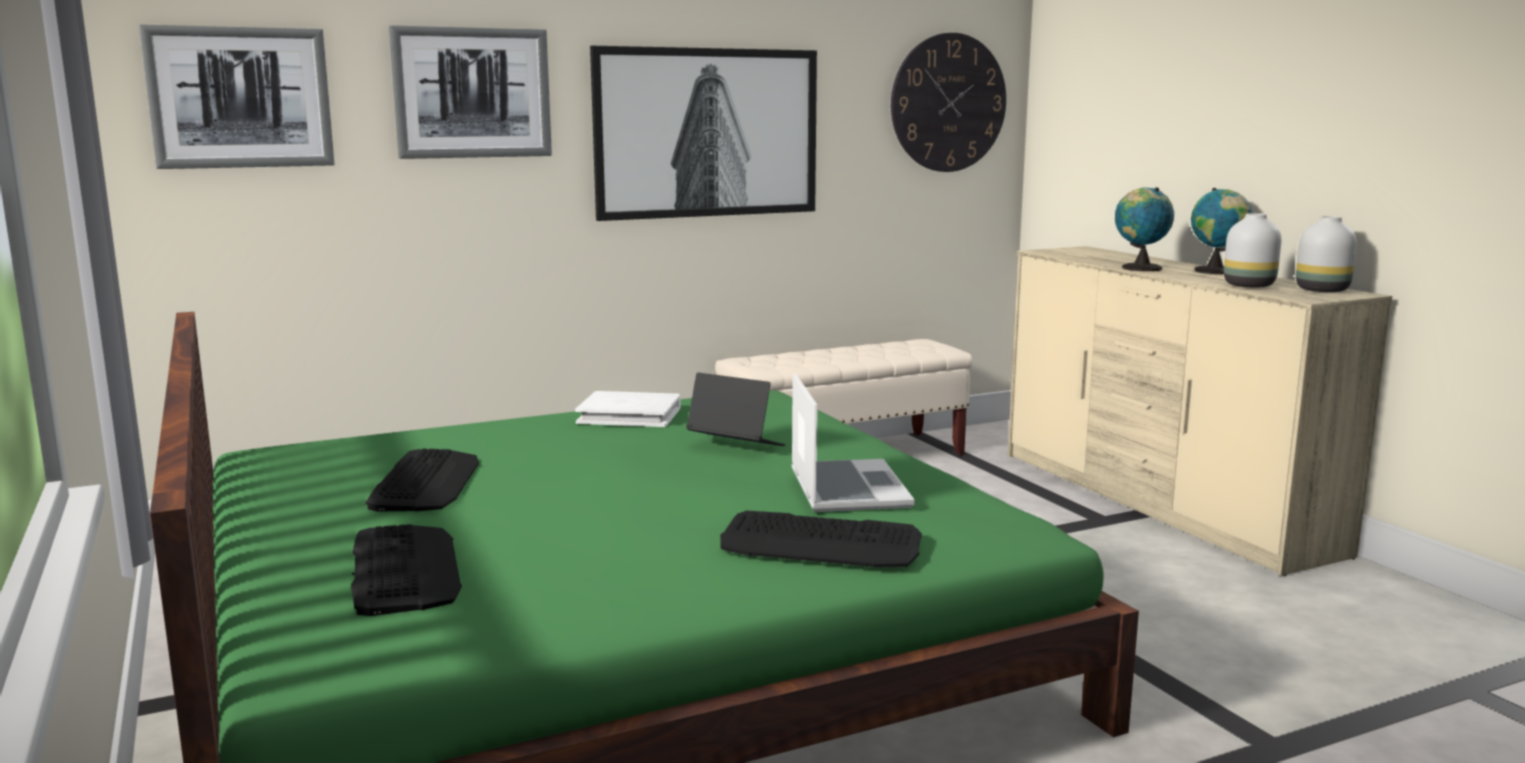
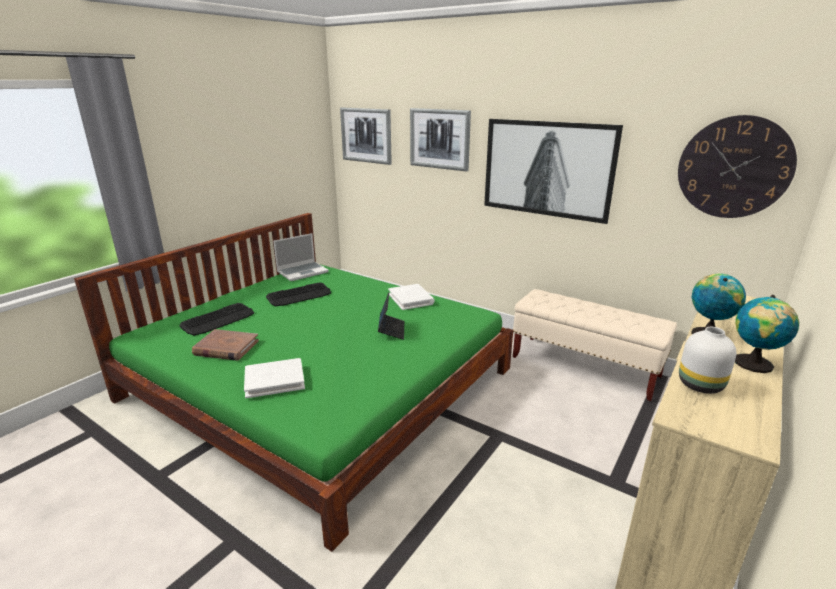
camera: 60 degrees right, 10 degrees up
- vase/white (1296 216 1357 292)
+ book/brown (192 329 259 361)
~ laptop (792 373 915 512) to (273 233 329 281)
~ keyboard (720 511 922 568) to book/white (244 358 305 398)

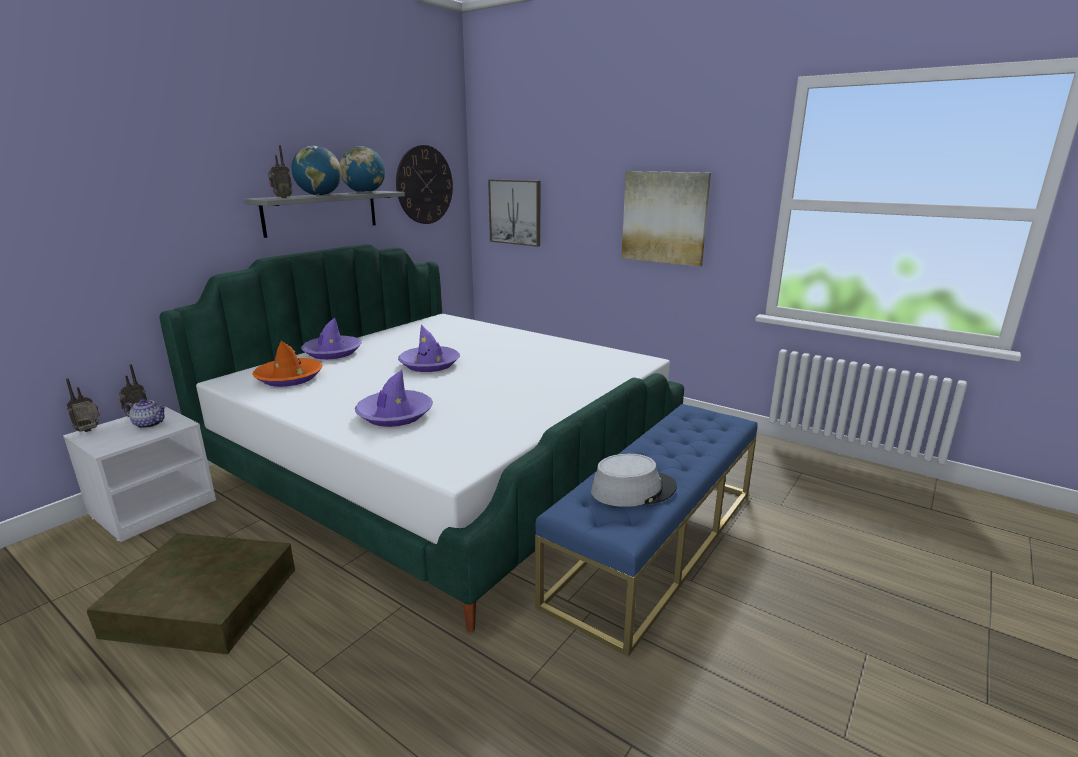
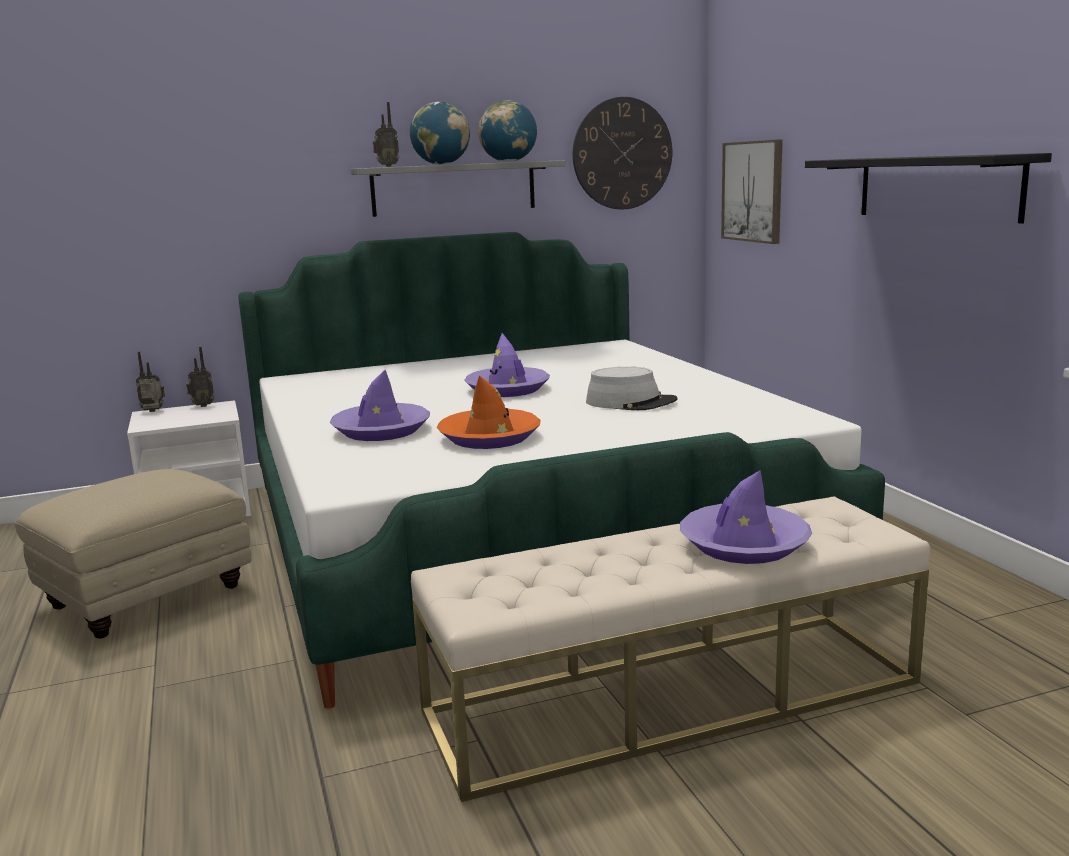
camera: 35 degrees right, 5 degrees down
- teapot (124 399 166 429)
~ hat/orange (252 341 323 387) to (437 375 541 449)
~ hat/purple (301 317 362 359) to (680 470 812 564)
~ hat/grey (591 454 677 507) to (586 367 678 410)
~ storage box/brown (87 533 295 654) to ottoman/beige (15 469 251 639)
~ picture (621 171 711 267) to shelf/black (805 153 1052 224)
~ bench/blue (535 404 758 657) to bench/beige (411 496 930 802)

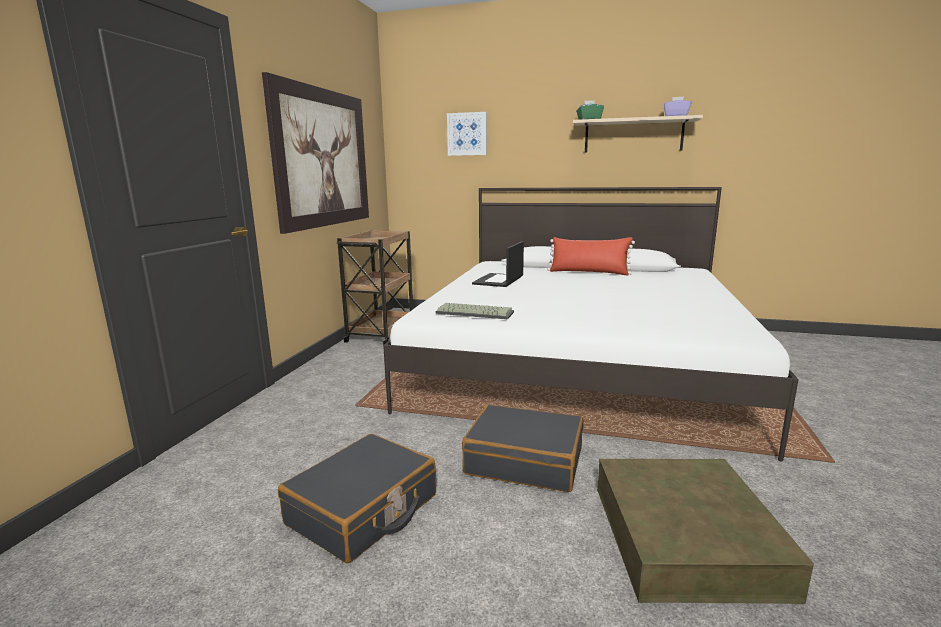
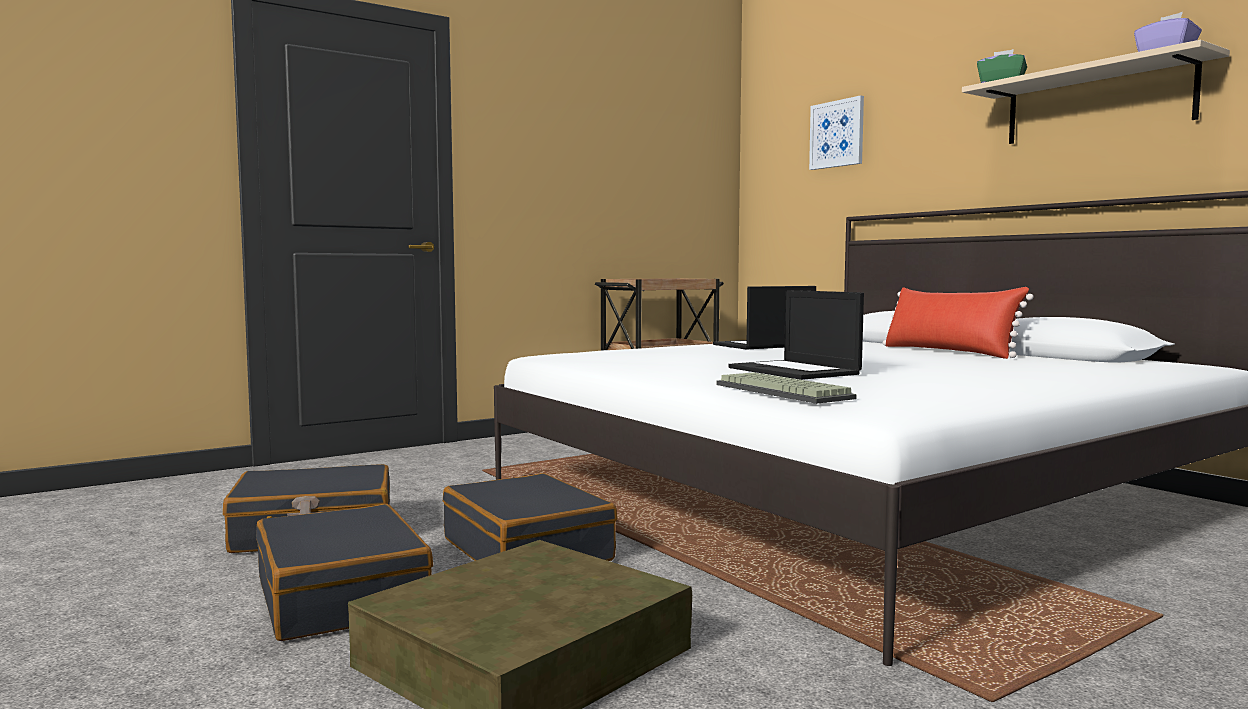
camera: 40 degrees right, 10 degrees down
- picture (262 72 369 234)
+ suitcase/black (256 504 433 641)
+ laptop (728 290 864 380)
~ keyboard (435 303 514 319) to (716 372 857 404)

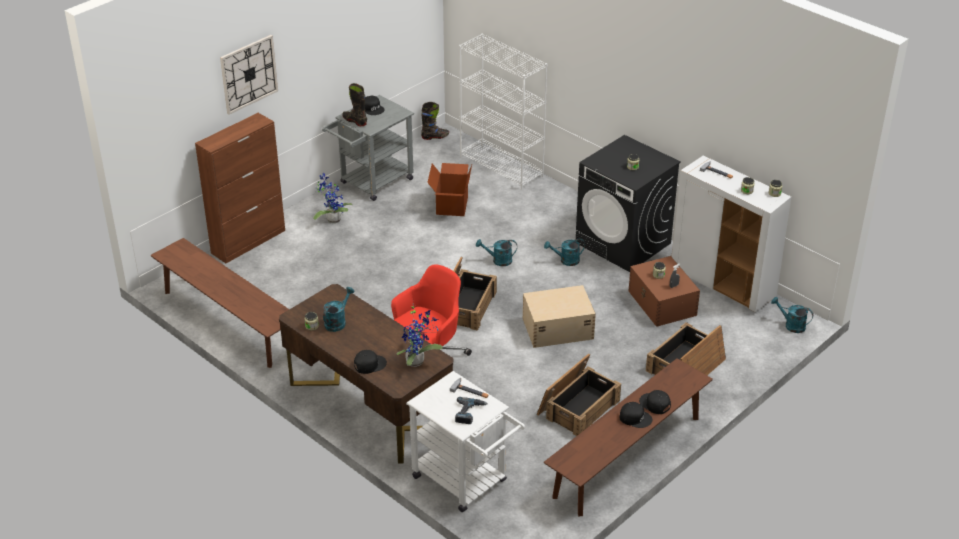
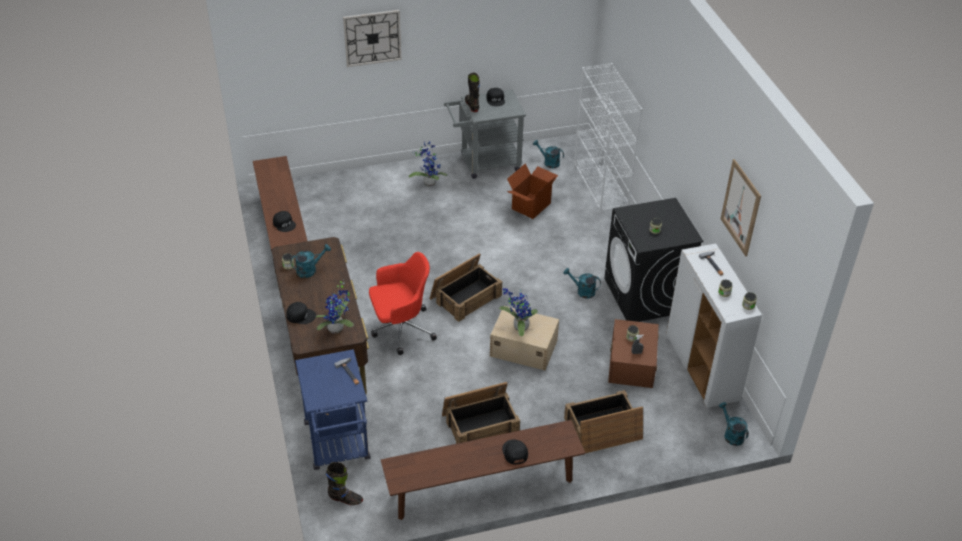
camera: 30 degrees right, 5 degrees up
- cabinet/brown (195 113 285 263)
- power drill (455 397 488 424)
+ potted plant (499 288 538 336)
+ picture (721 159 761 257)
~ boot/black (421 102 449 140) to (326 462 363 505)
~ watering can/turquoise (476 239 517 266) to (533 140 564 168)
~ cap/black (620 402 652 428) to (273 211 296 232)
~ cart/white (406 371 525 512) to cart/blue (295 349 371 470)

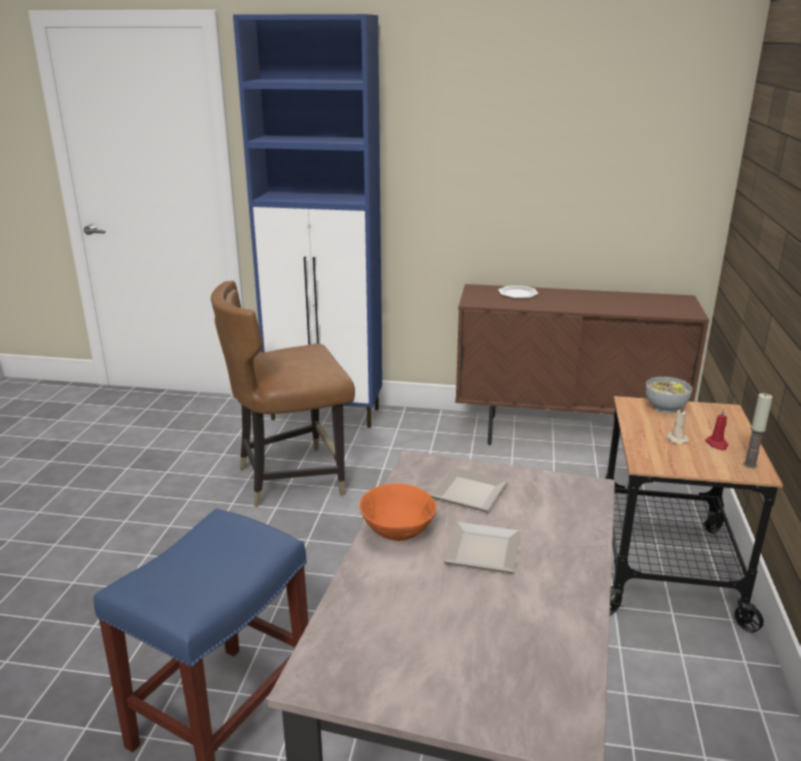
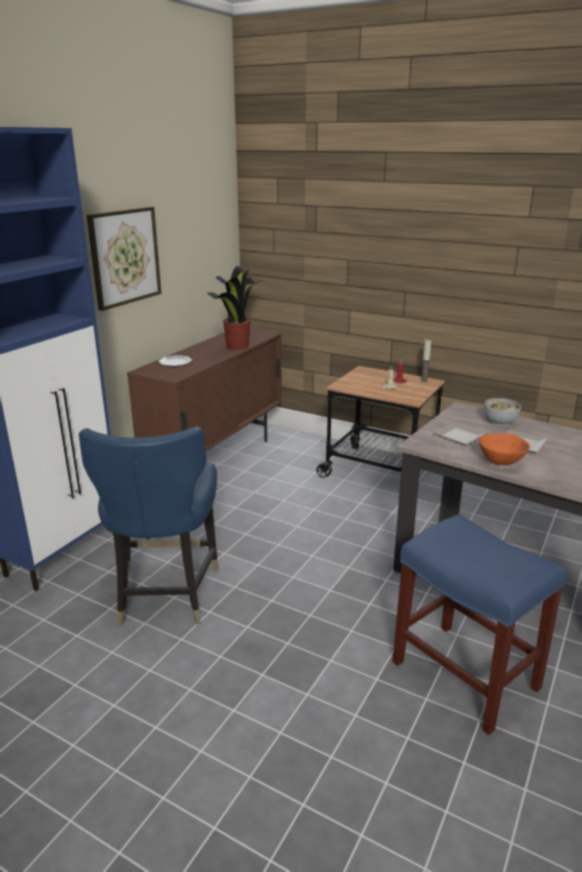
camera: 70 degrees left, 0 degrees up
+ picture (87 207 161 311)
+ potted plant (207 266 262 350)
~ bowl (646 377 692 413) to (484 398 521 426)
~ chair/brown (211 281 355 507) to chair/blue (79 426 218 626)

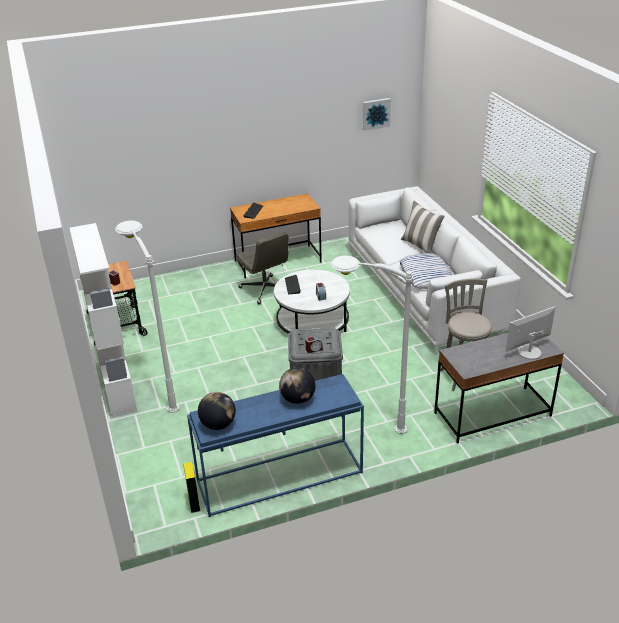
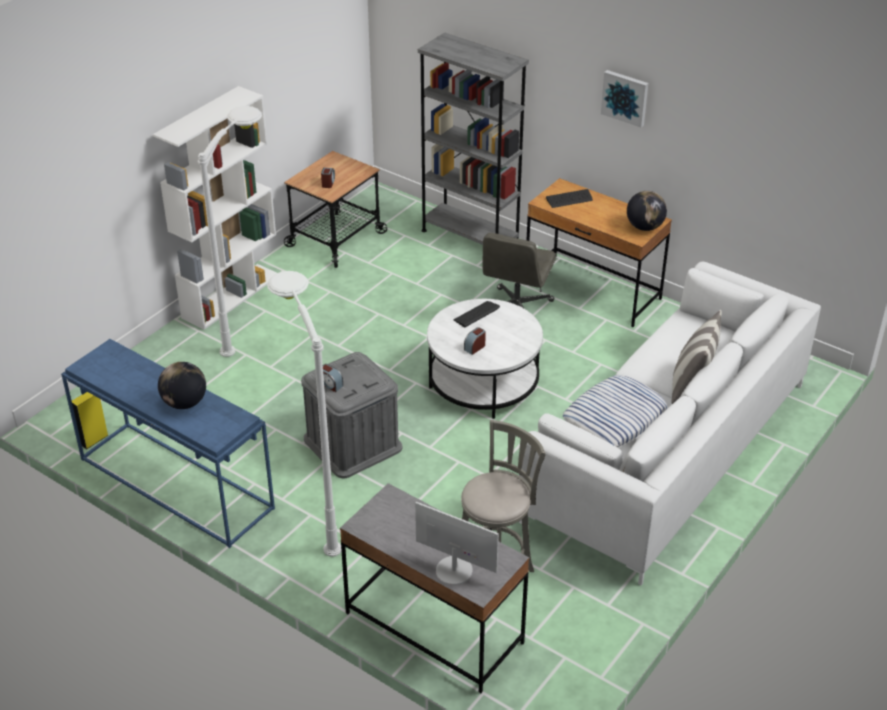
camera: 55 degrees right, 5 degrees up
+ bookcase/grey (418 33 529 245)
~ globe (198 392 236 430) to (627 191 667 231)
~ picture (363 98 391 131) to (601 70 648 127)

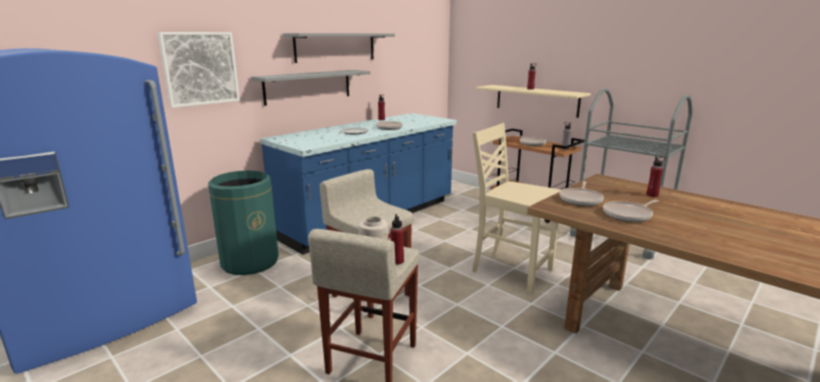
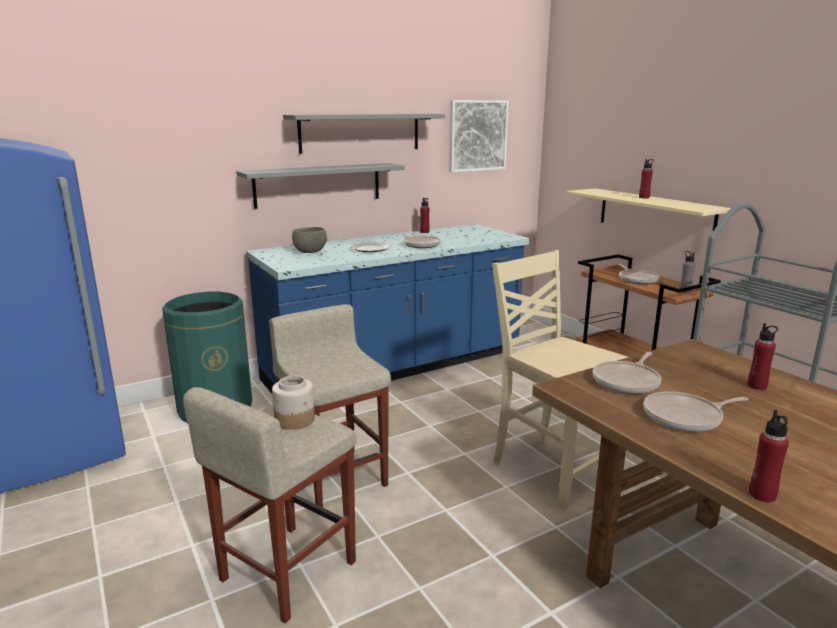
camera: 15 degrees right, 0 degrees up
+ bowl/grey (292 227 327 253)
~ picture (158 32 240 108) to (449 100 509 173)
~ bottle/red (390 214 404 264) to (749 410 789 502)

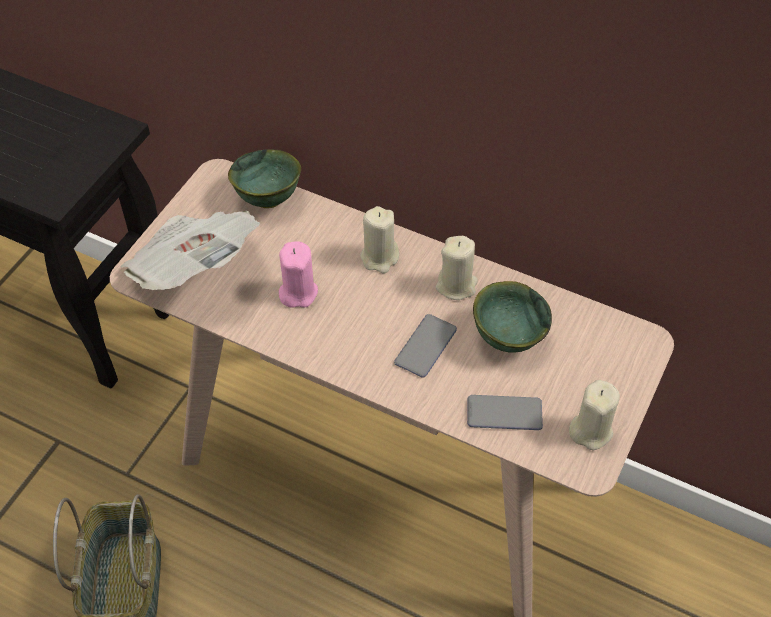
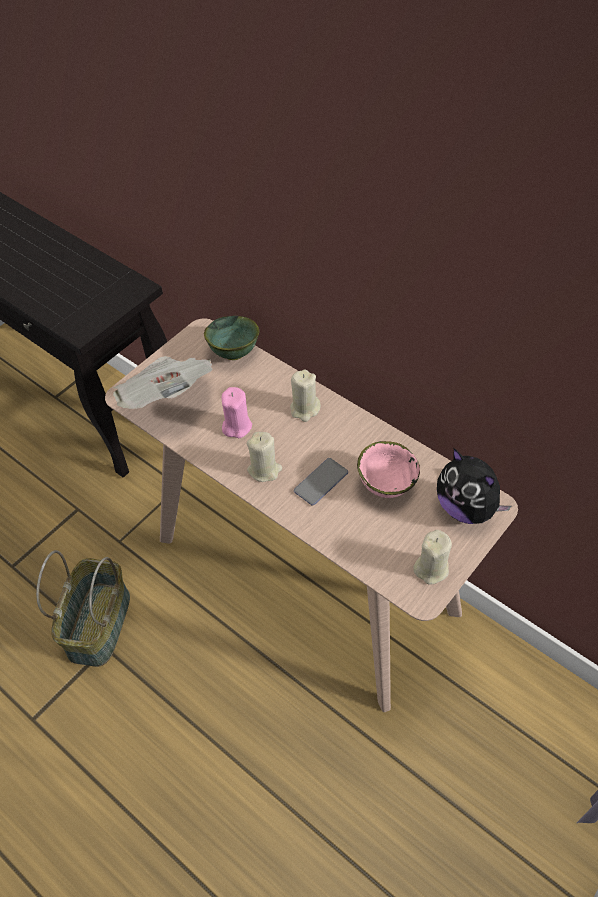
camera: 15 degrees right, 0 degrees up
- phone (467 395 543 430)
+ plush toy (437 448 511 524)
~ candle/beige (436 236 478 300) to (247 432 282 482)
~ bowl/green (473 281 552 353) to bowl/pink (357 441 420 498)

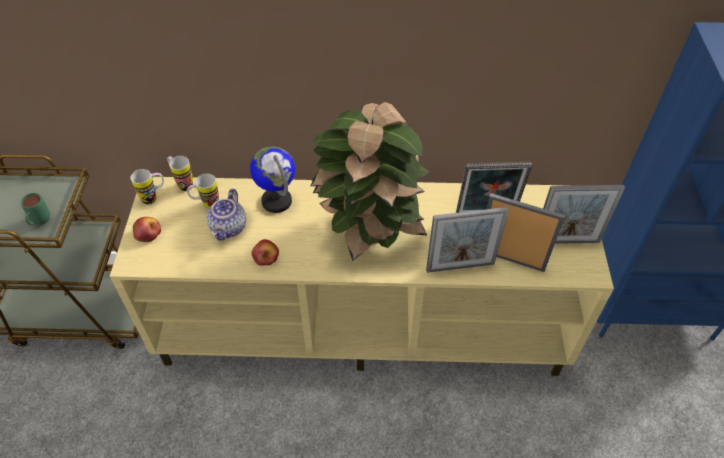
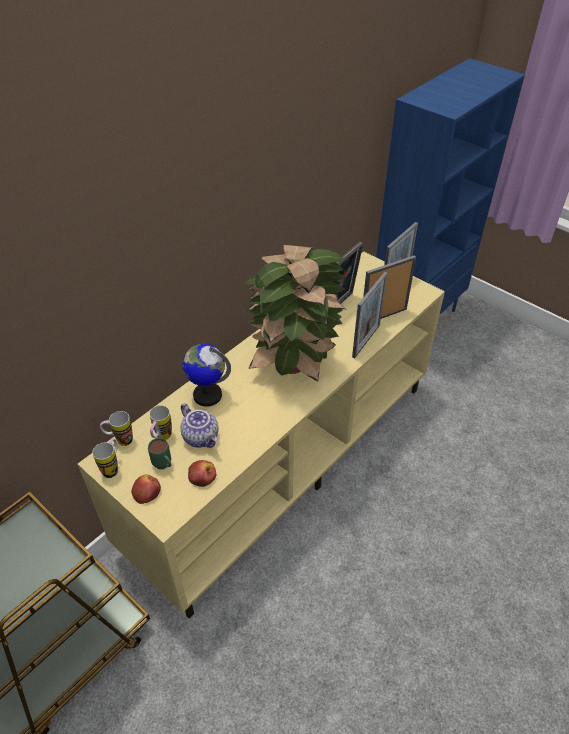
camera: 50 degrees left, 5 degrees down
~ mug/green (21 193 50 225) to (148 438 171 469)
~ apple (252 239 279 266) to (188 460 216 487)

